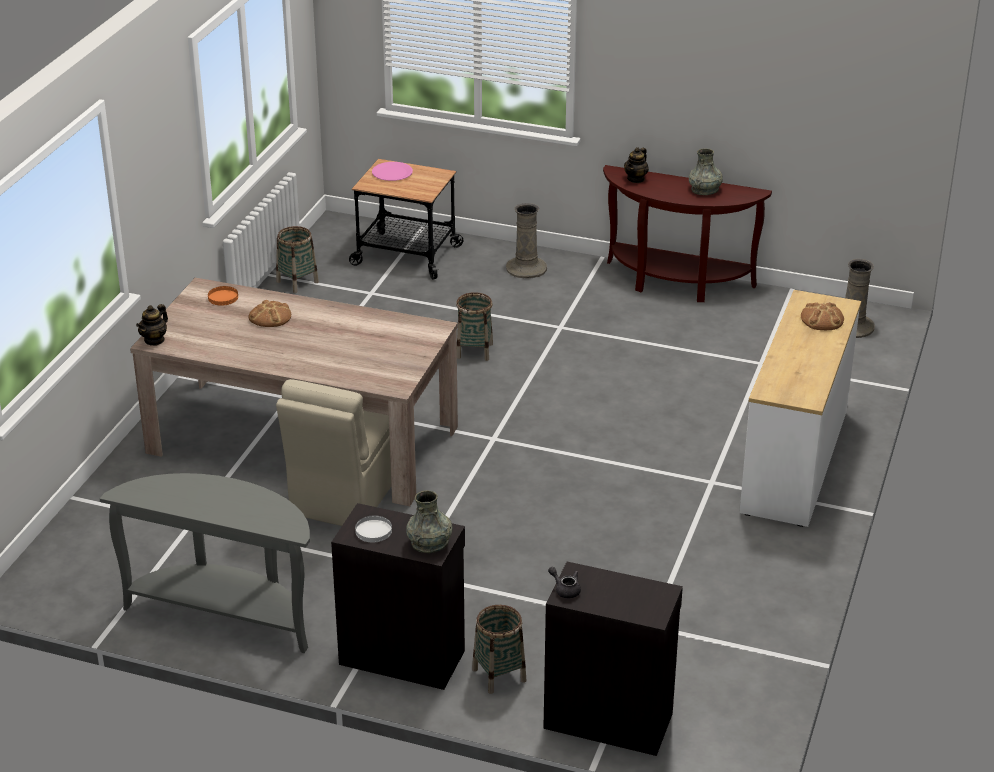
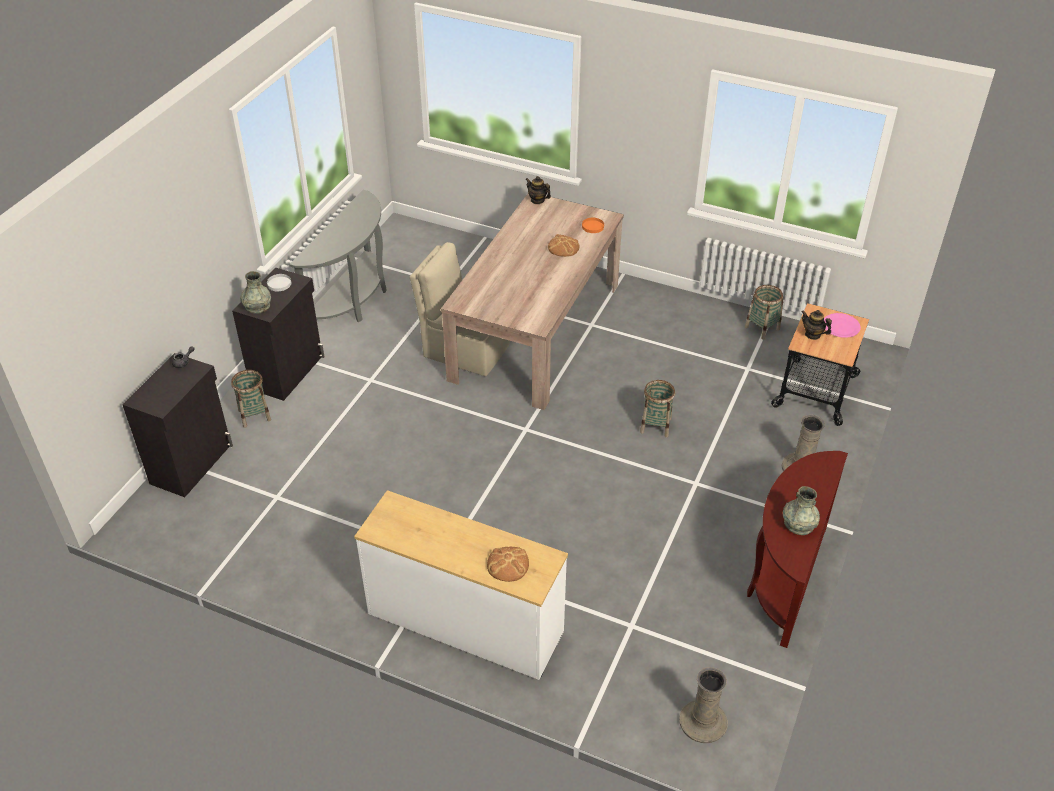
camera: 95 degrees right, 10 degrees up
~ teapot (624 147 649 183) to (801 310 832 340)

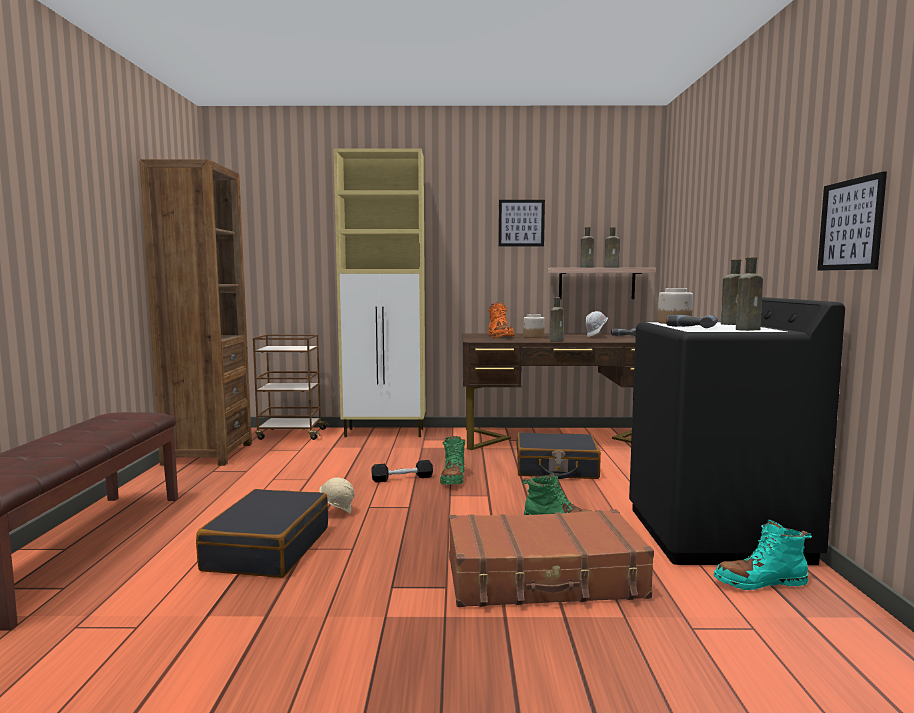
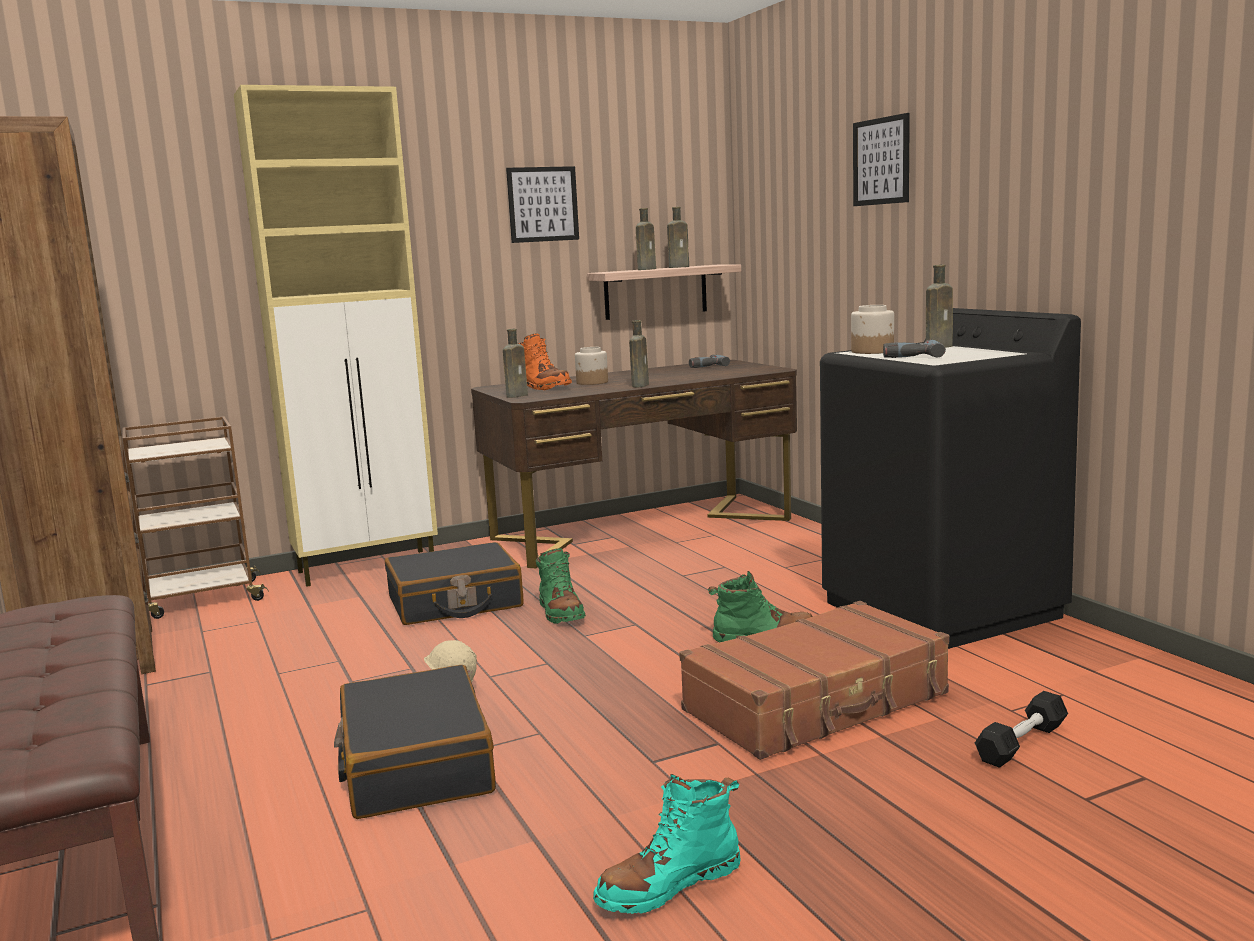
camera: 25 degrees left, 5 degrees up
- hard hat/white (585 311 608 337)
~ dumbbell/black (371 460 433 483) to (975 691 1068 767)
~ suitcase/black (516 432 601 479) to (385 542 524 625)
~ boot/turquoise (713 519 812 590) to (593 774 741 914)
~ bottle/brown (736 257 763 331) to (503 329 528 398)
~ picture (817 171 887 271) to (853 113 910 206)

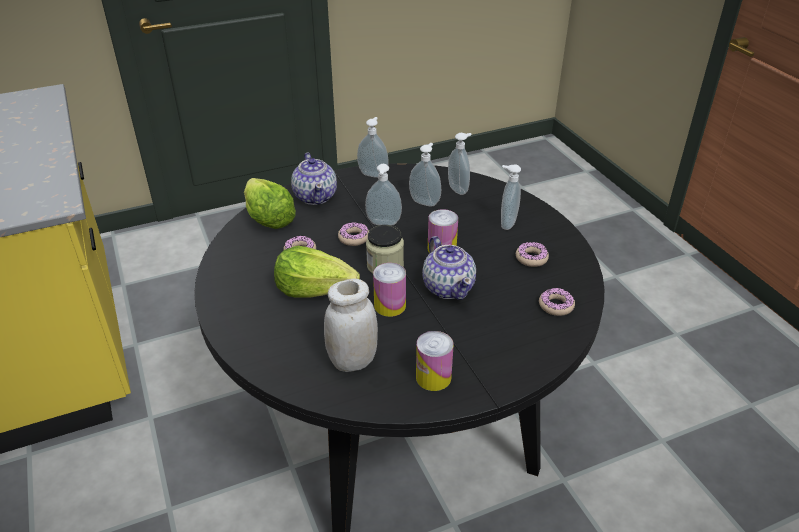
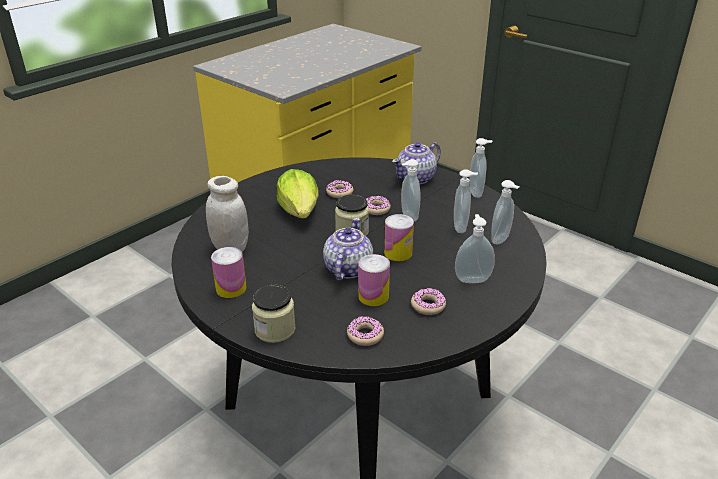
camera: 65 degrees right, 5 degrees down
- lettuce (244 178 296 229)
+ jar (252 285 296 343)
~ can (373 263 406 317) to (358 254 390 306)
~ teapot (422 236 476 300) = (323 218 373 281) 150 degrees clockwise

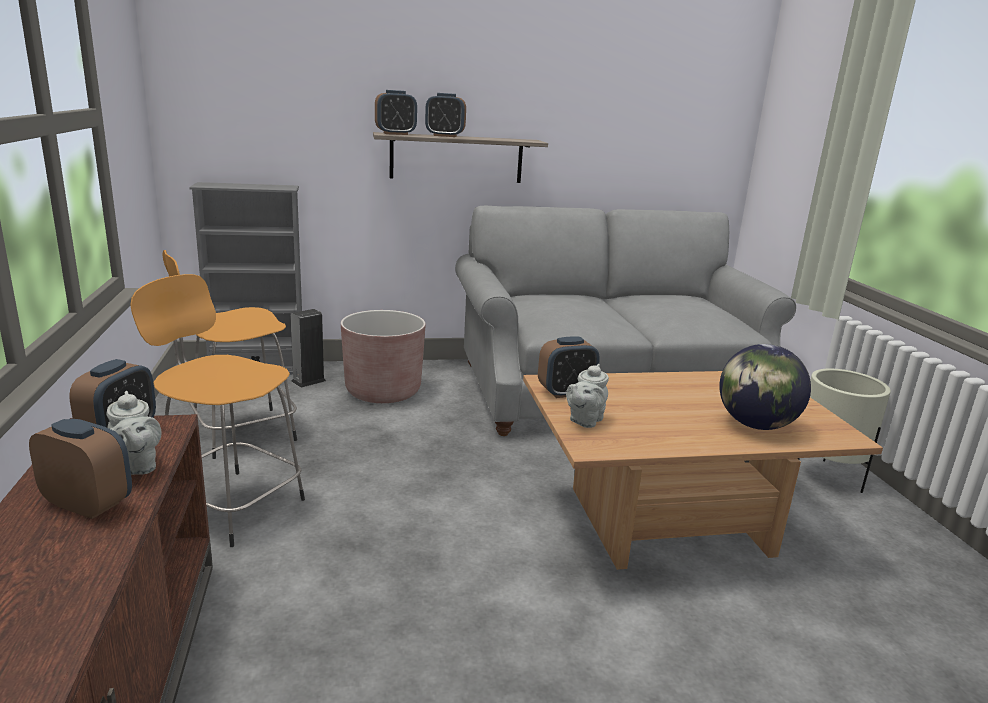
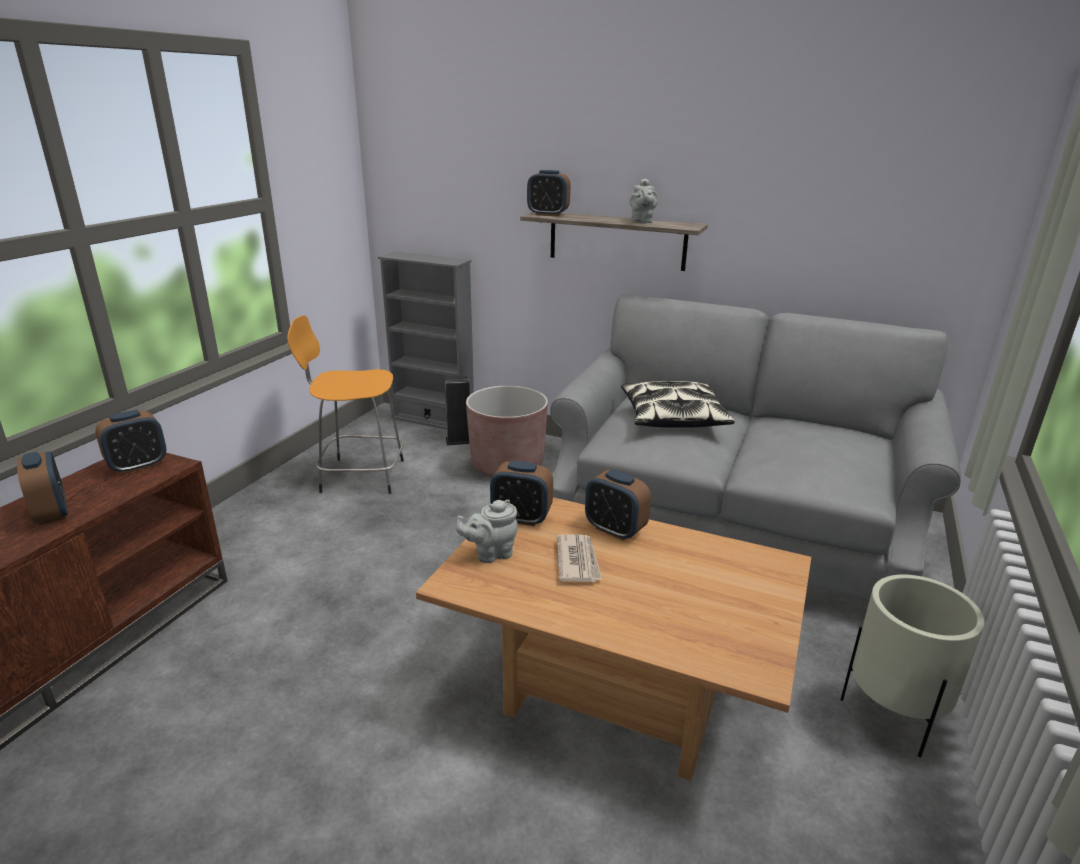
camera: 35 degrees right, 5 degrees up
- stool/orange (131 274 305 547)
- globe (719 344 811 430)
+ newspaper (557 534 602 582)
+ pillow (621 381 735 428)
~ teapot/grey (106 391 161 475) to (629 178 658 223)
~ alarm clock (425 93 466 137) to (585 470 651 541)

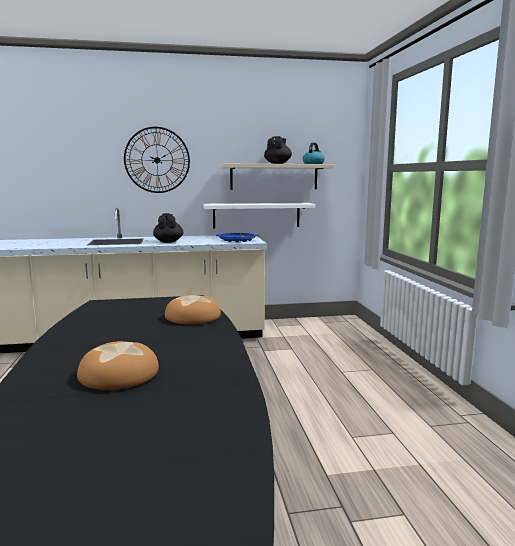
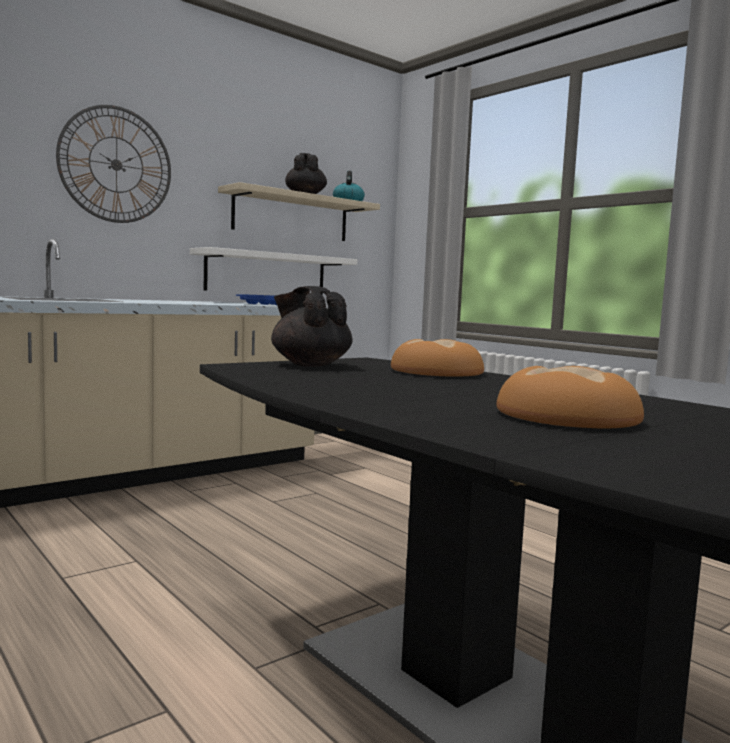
camera: 30 degrees left, 5 degrees down
~ teapot/black (153 213 183 243) to (271 286 353 367)

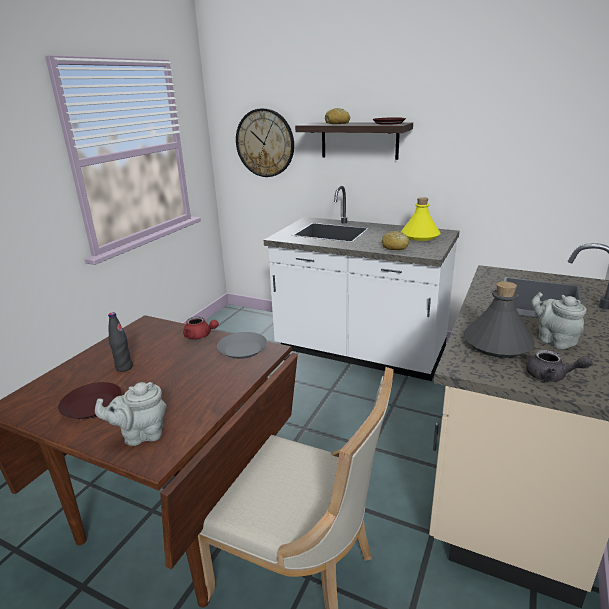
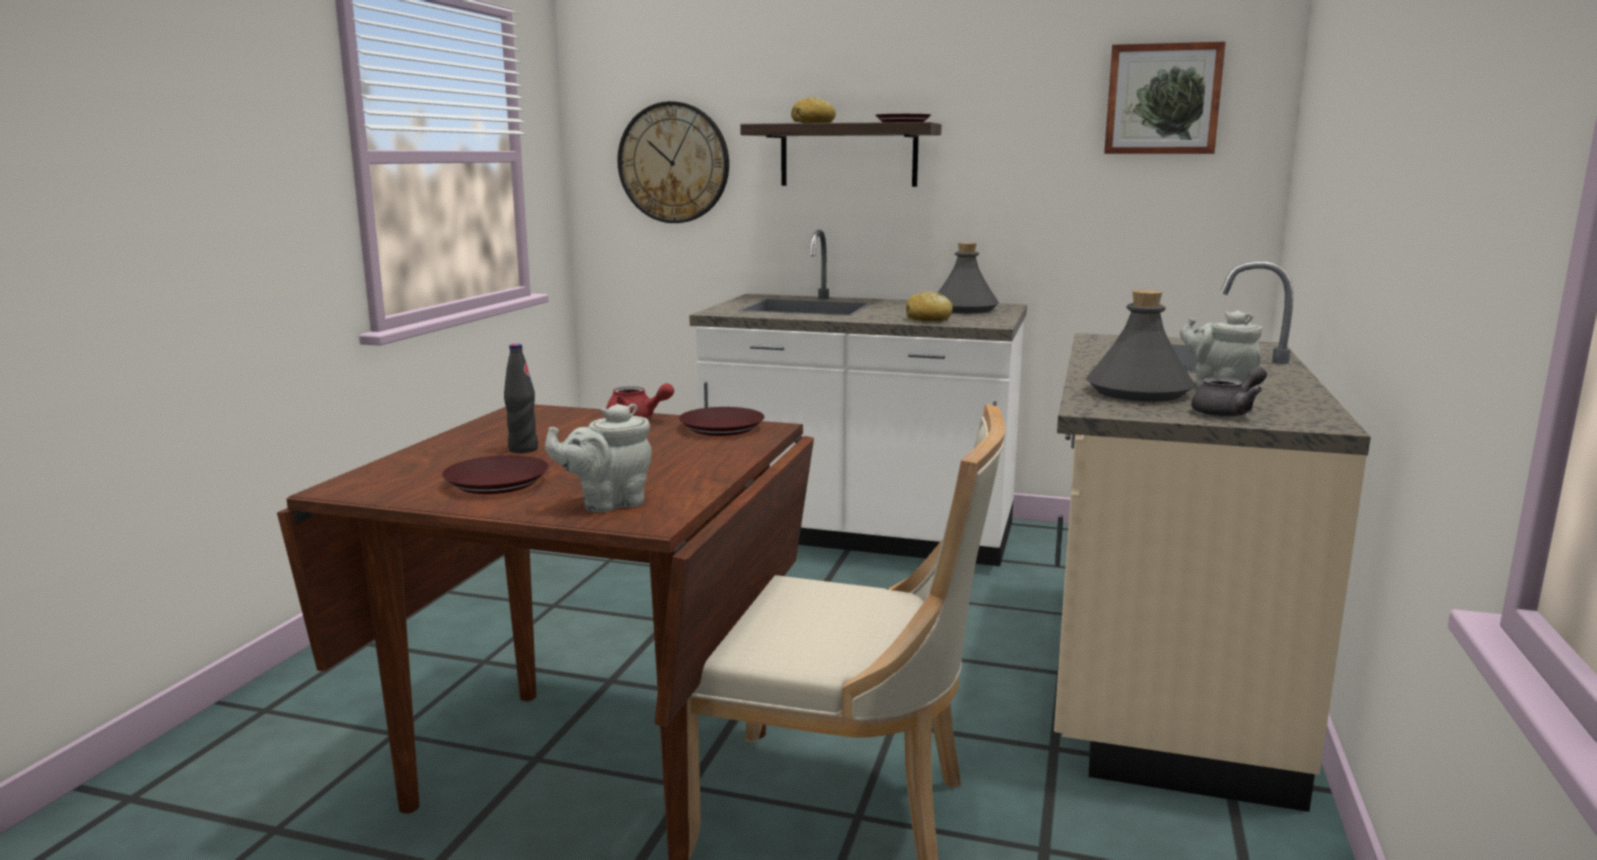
camera: 10 degrees left, 10 degrees down
+ picture (1104 41 1226 154)
~ plate/grey (217 332 267 359) to plate/brown (679 407 765 436)
~ bottle/yellow (401 197 440 241) to bottle/grey (938 242 999 313)
~ teapot/grey (526 350 593 382) = (1191 366 1267 417) 45 degrees counterclockwise

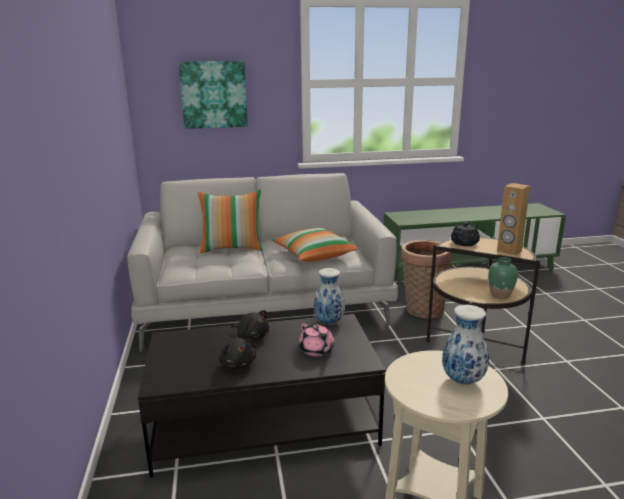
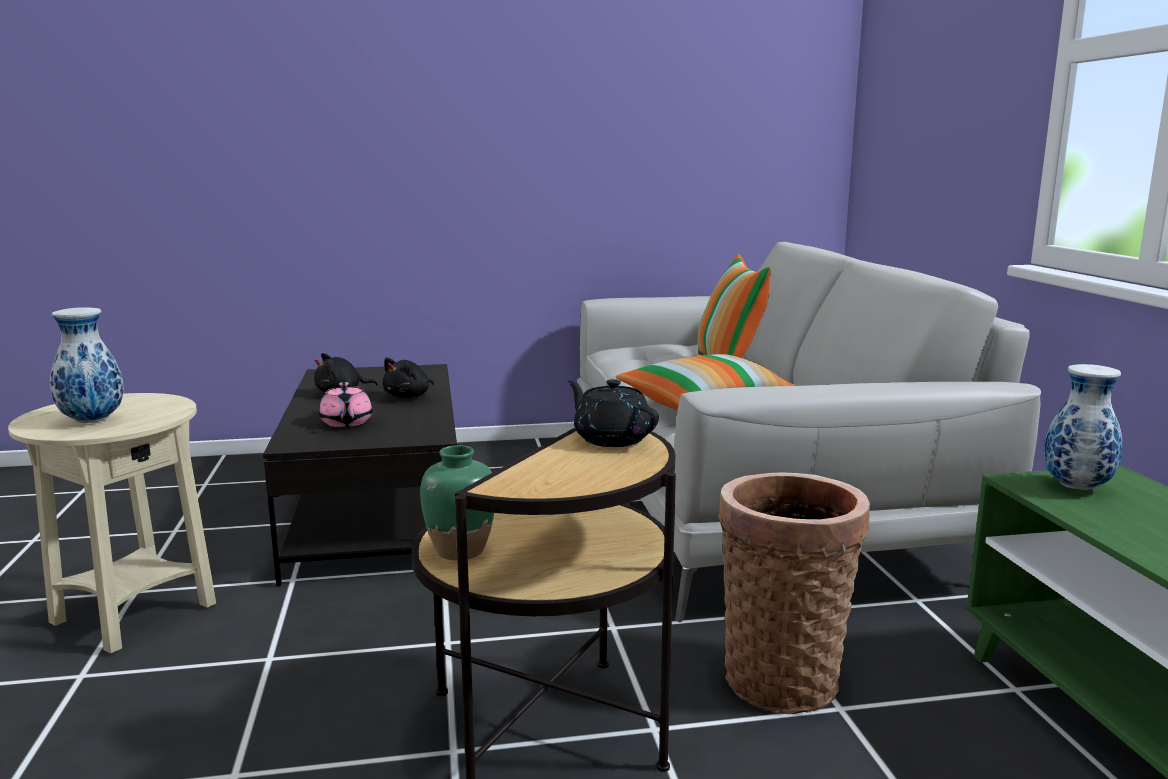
camera: 90 degrees right, 5 degrees down
- picture (179 61 248 129)
- speaker/brown (497 183 530 256)
~ vase (314 268 345 325) to (1043 364 1123 490)
~ teapot/pink (299 324 335 357) = (318 382 373 427) 75 degrees counterclockwise

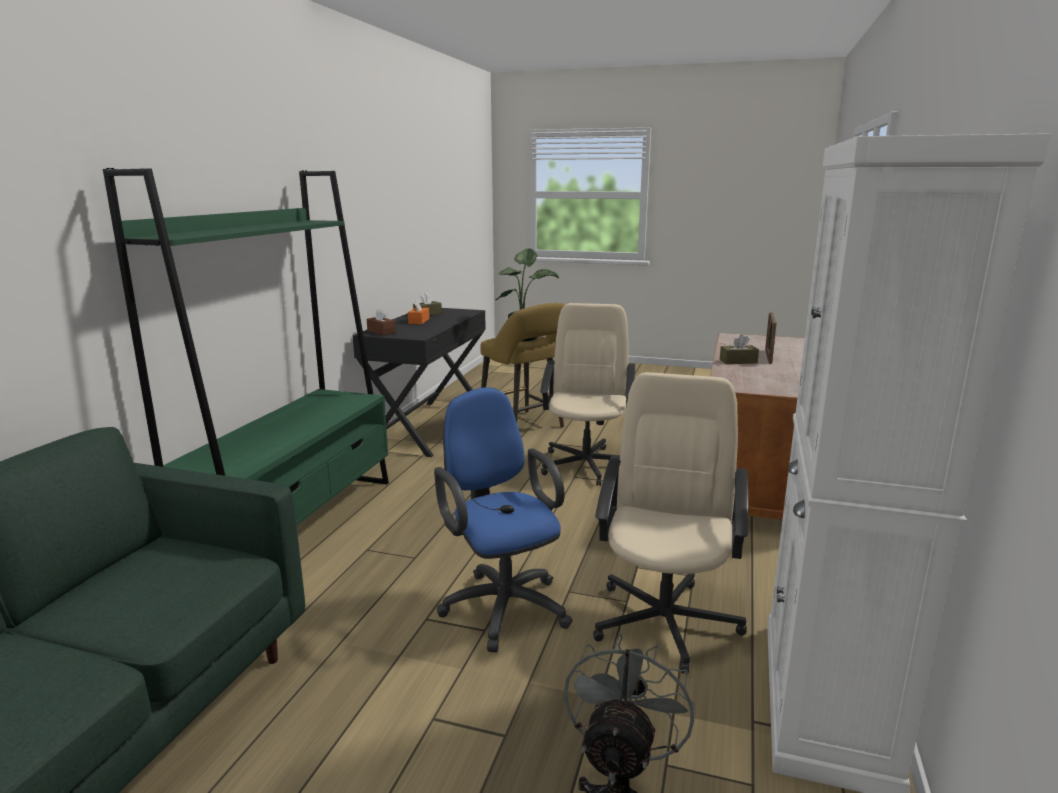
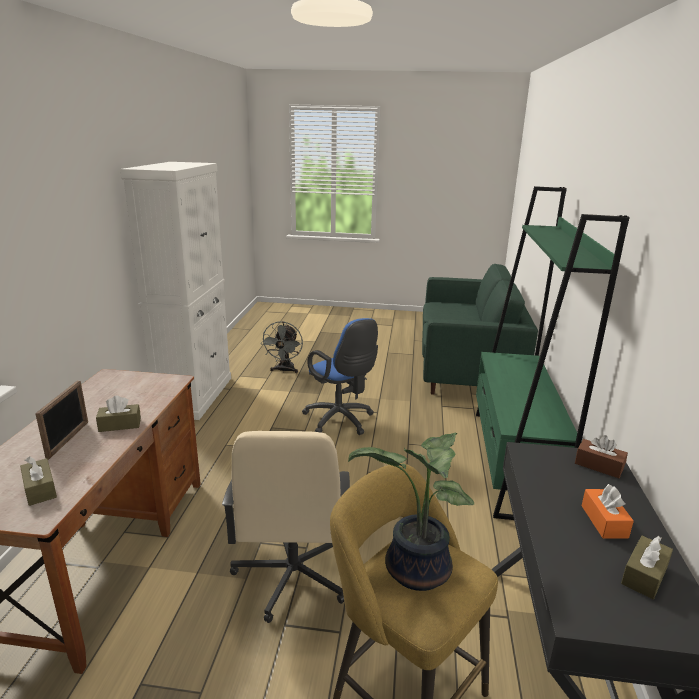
camera: 170 degrees right, 5 degrees up
- office chair/beige (593 372 748 674)
+ tissue box/brown (20 456 57 506)

